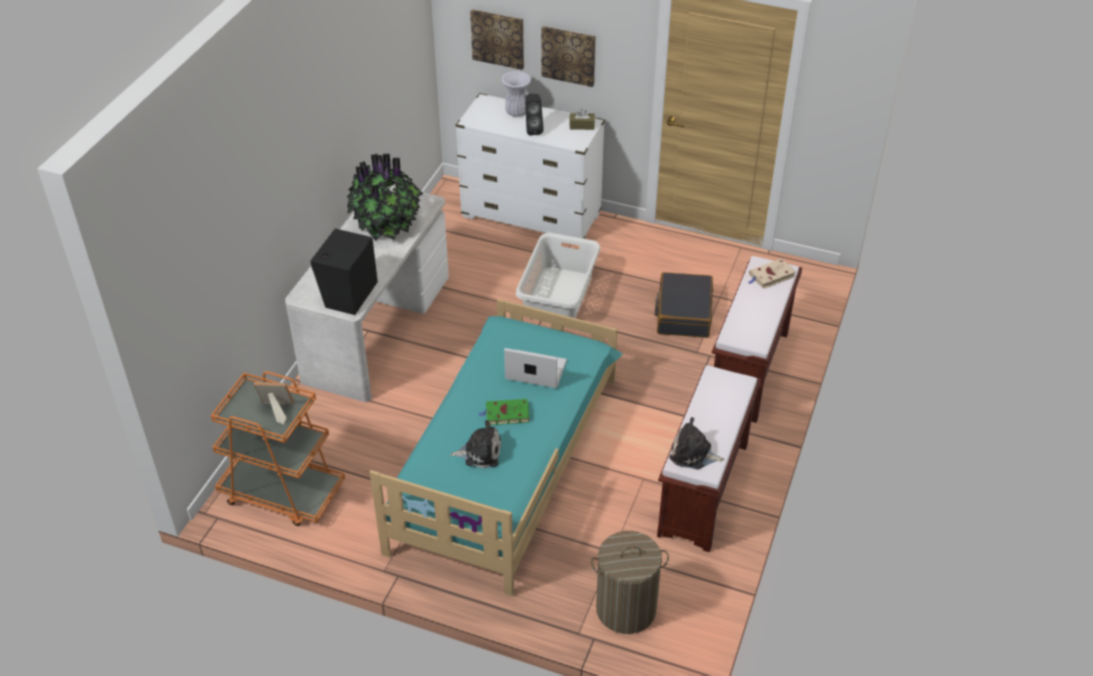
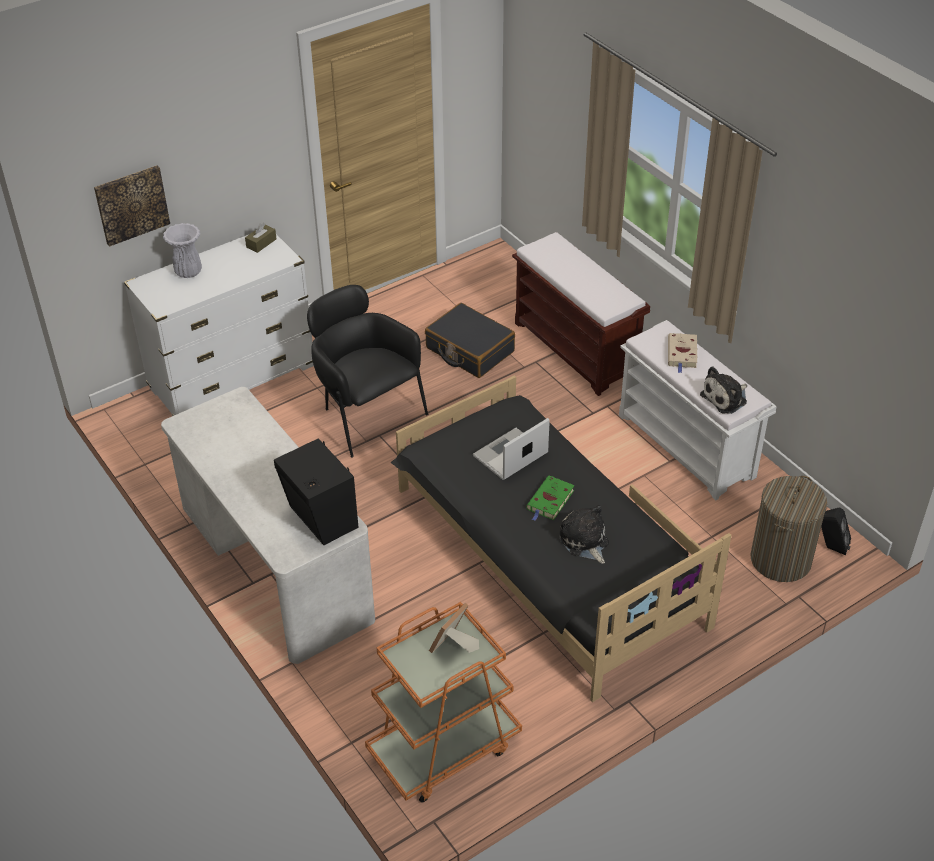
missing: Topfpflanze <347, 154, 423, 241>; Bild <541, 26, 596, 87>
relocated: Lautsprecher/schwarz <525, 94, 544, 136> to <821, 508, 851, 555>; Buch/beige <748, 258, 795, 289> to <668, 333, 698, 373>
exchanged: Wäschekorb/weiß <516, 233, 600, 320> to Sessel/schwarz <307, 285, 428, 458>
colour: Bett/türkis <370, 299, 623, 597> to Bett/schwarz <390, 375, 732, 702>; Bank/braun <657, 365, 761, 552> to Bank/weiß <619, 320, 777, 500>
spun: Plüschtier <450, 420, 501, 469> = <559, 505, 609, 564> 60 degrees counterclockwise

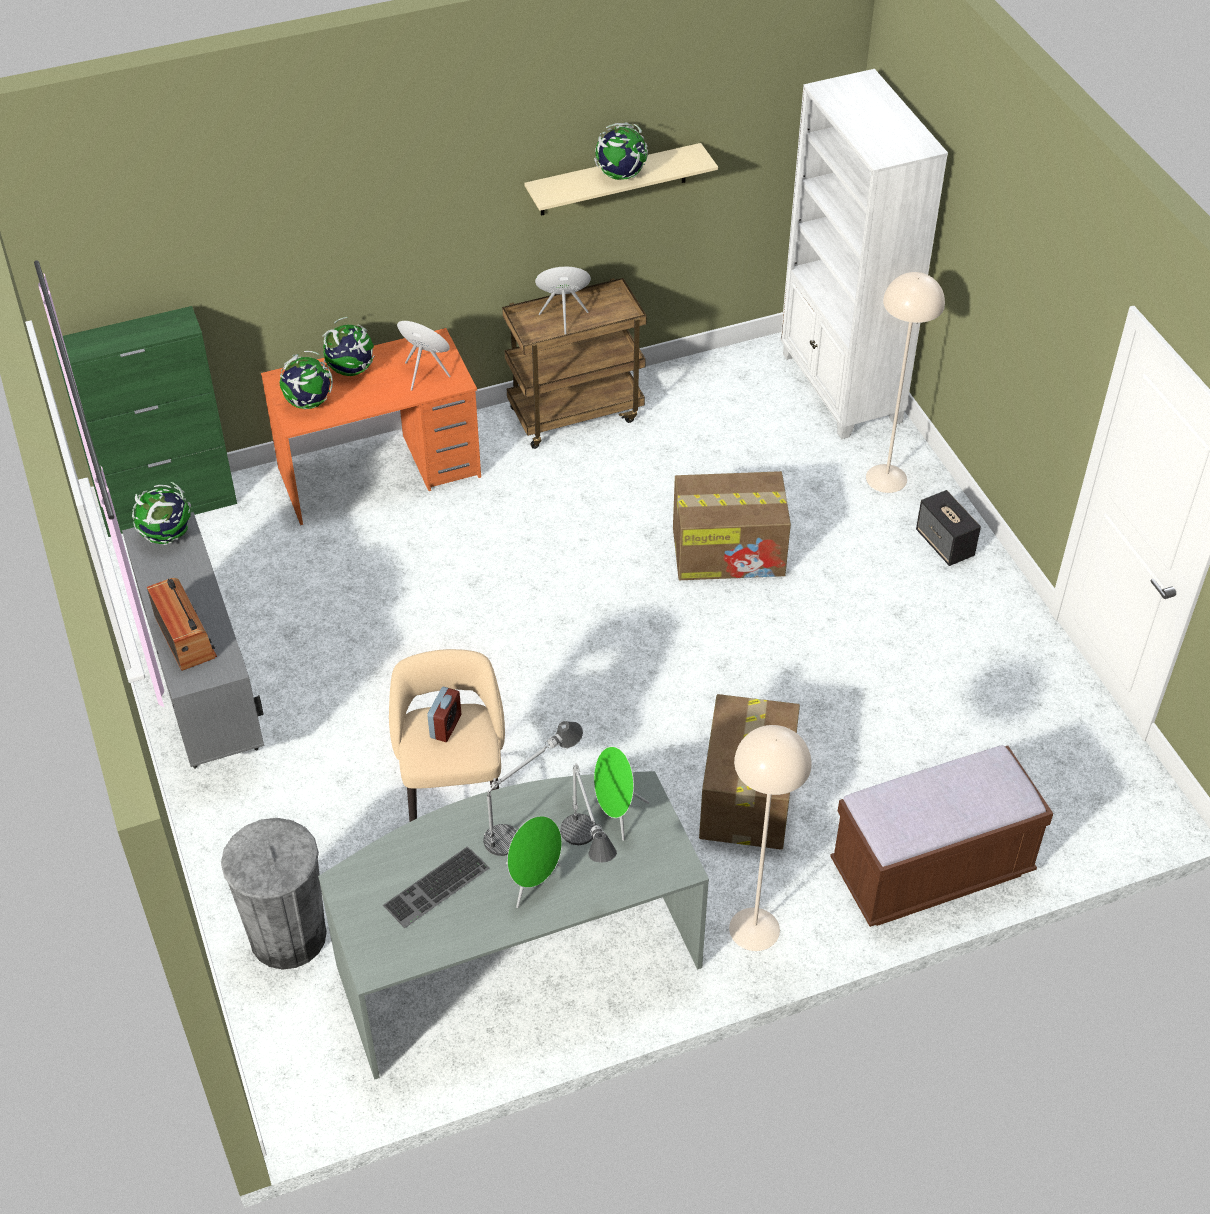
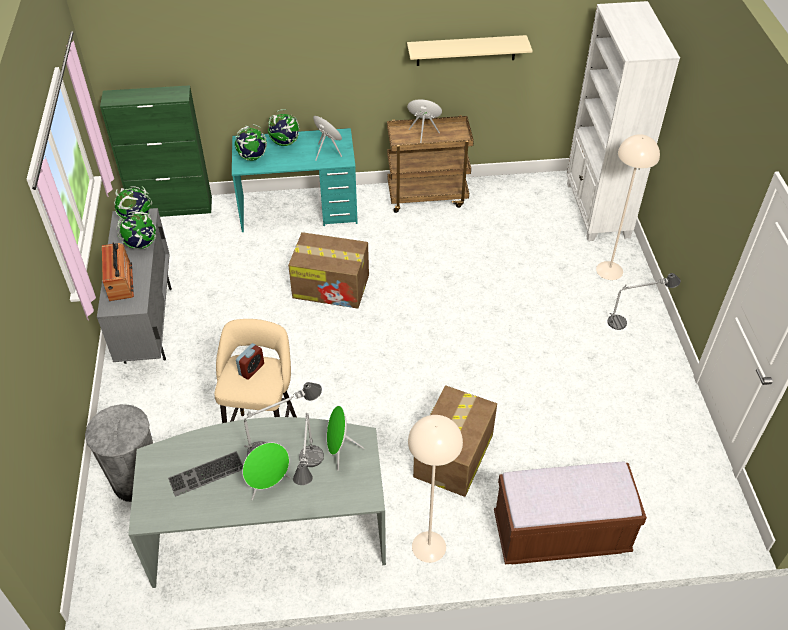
relocated: Globus <594, 122, 648, 180> to <116, 211, 157, 249>; Karton <673, 471, 791, 580> to <288, 232, 369, 309>
exchanged: Lautsprecher <916, 490, 981, 566> to Tischlampe <608, 273, 681, 330>
colour: Schreibtisch/orange <261, 328, 481, 525> to Schreibtisch/türkis <232, 128, 358, 232>

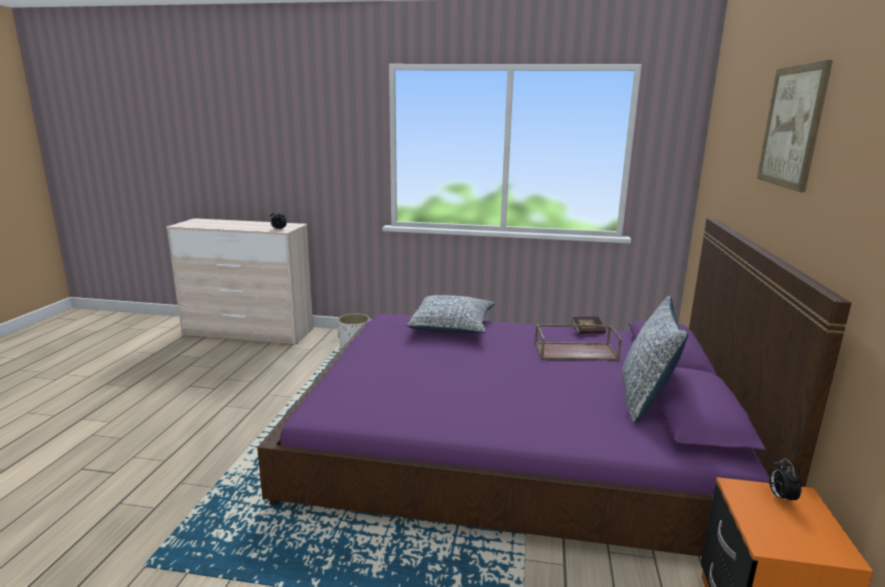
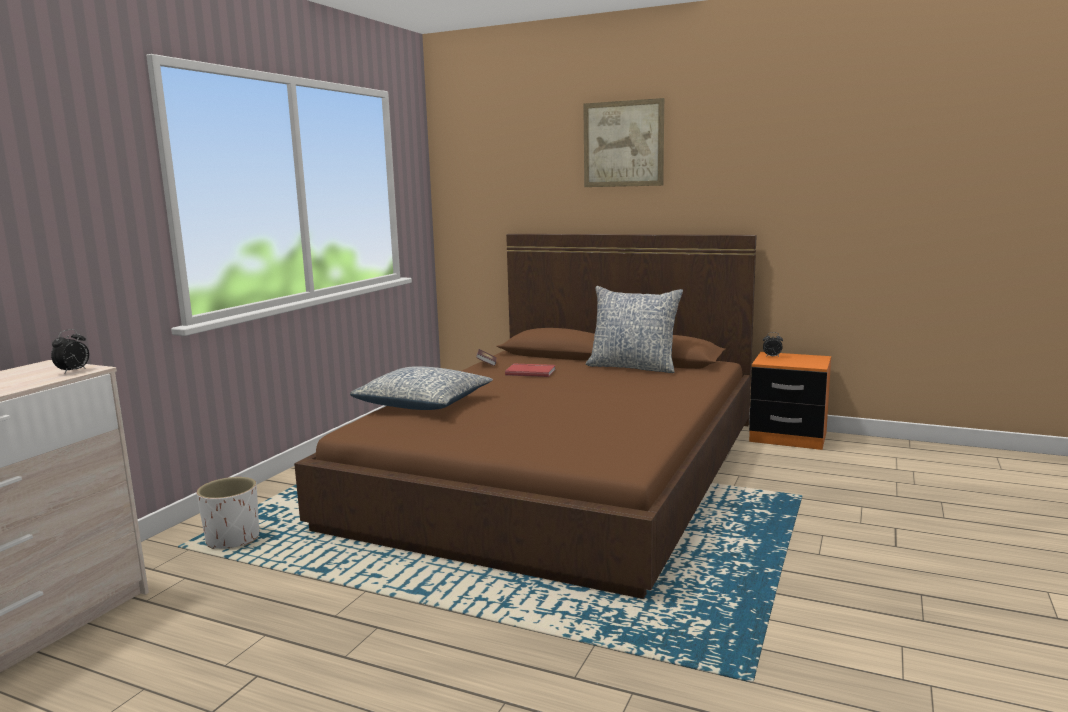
exchanged: Tablett/braun <535, 324, 622, 360> to Buch/rot <505, 364, 556, 377>
colour: Bett/lila <257, 218, 851, 557> to Bett/braun <294, 234, 757, 599>

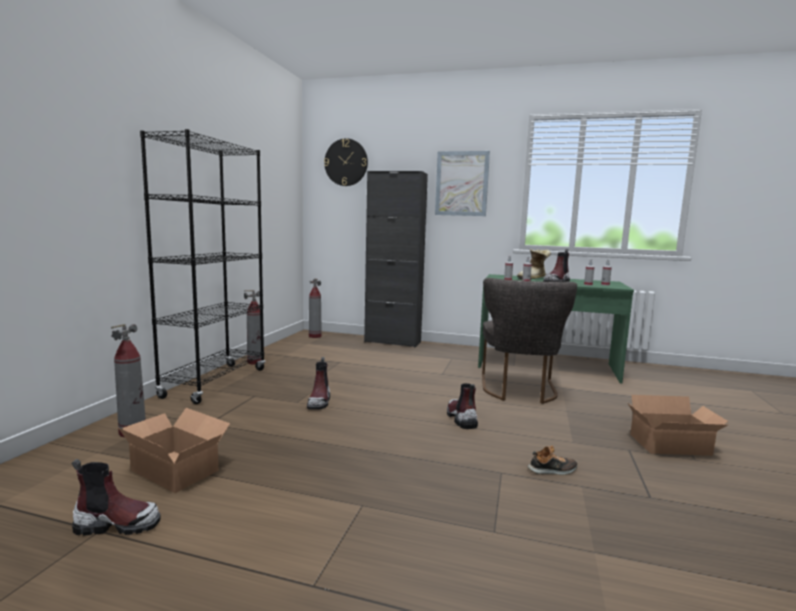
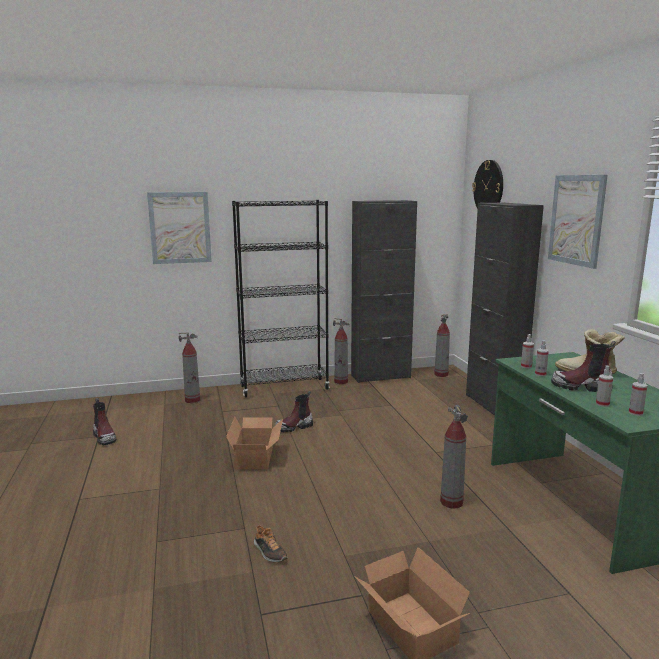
missing: Stiefel <447, 383, 478, 429>
appeared: Bild <147, 192, 212, 264>; Schrank/schwarz <351, 200, 417, 383>
relocated: Karton <118, 408, 230, 493> to <226, 417, 283, 469>
exchanged: Stuhl/grau <482, 278, 577, 404> to Feuerlöscher <440, 405, 468, 509>

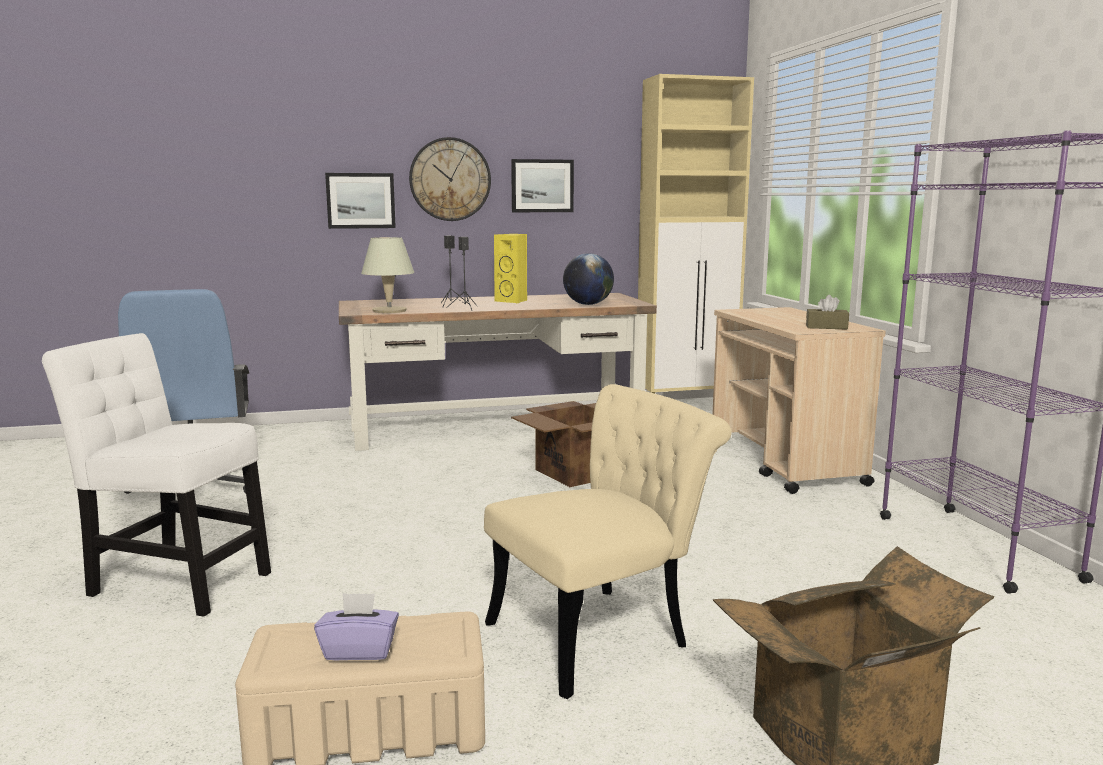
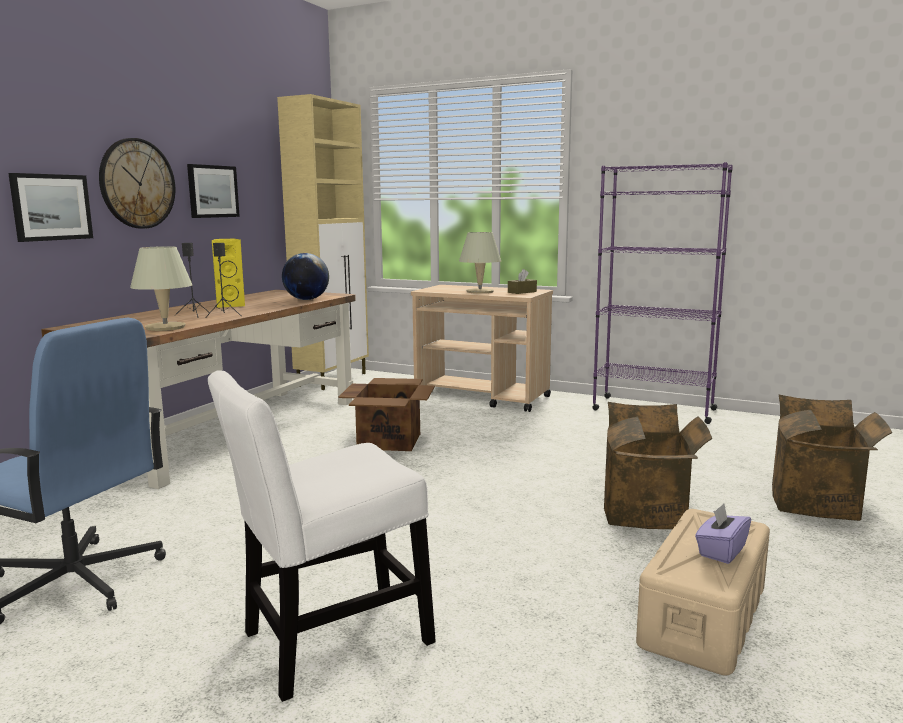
appeared: Tischlampe/beige <459, 232, 501, 294>
exchanged: Stuhl/beige <484, 384, 732, 699> to Karton <604, 402, 712, 529>

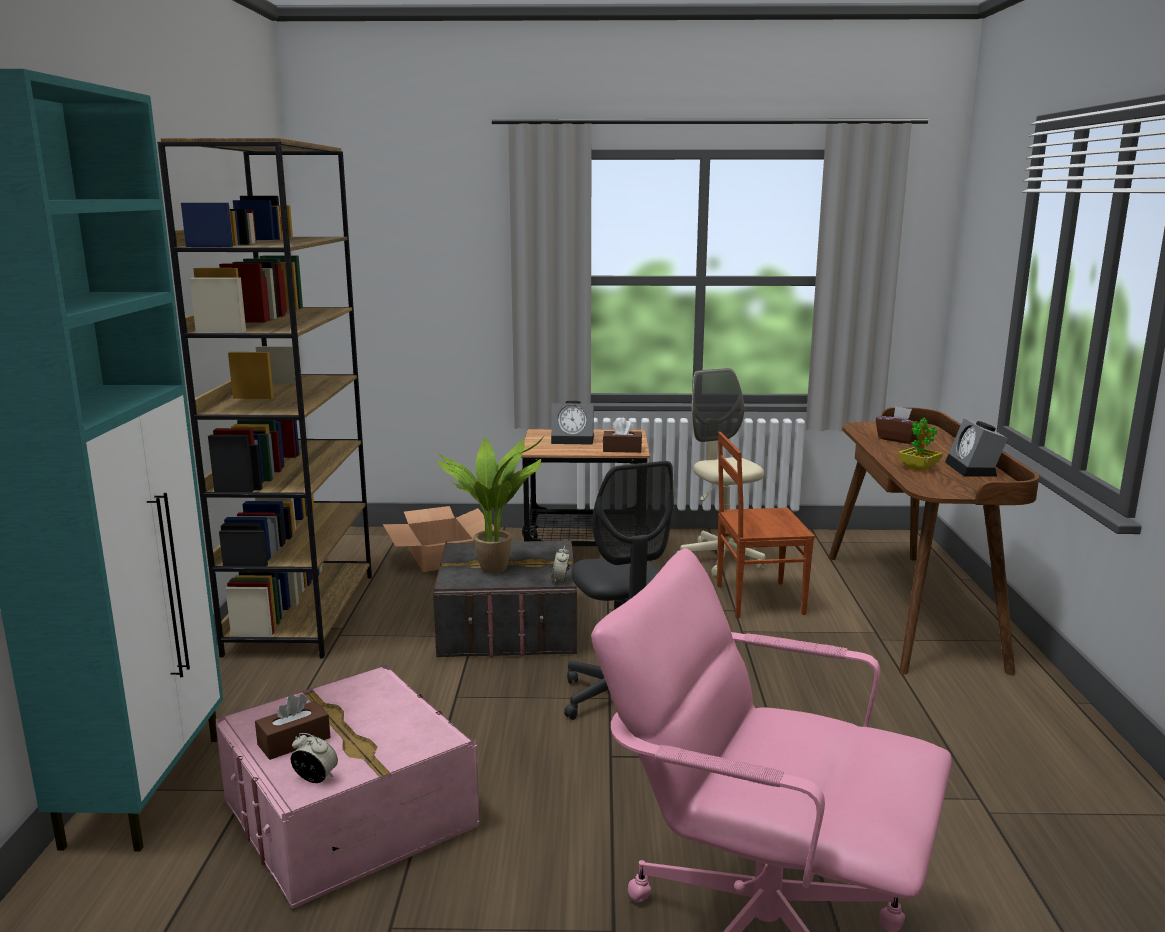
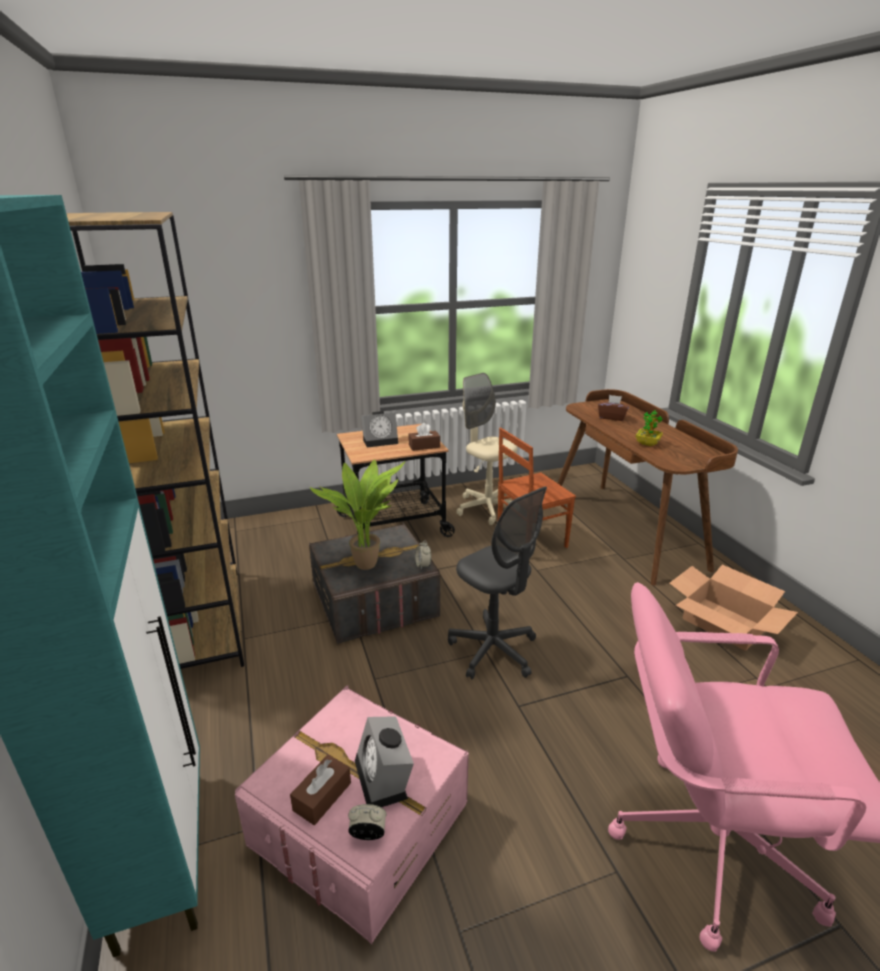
relocated: Karton <383, 506, 494, 572> to <669, 565, 798, 651>; Wecker <945, 418, 1008, 477> to <355, 716, 414, 807>

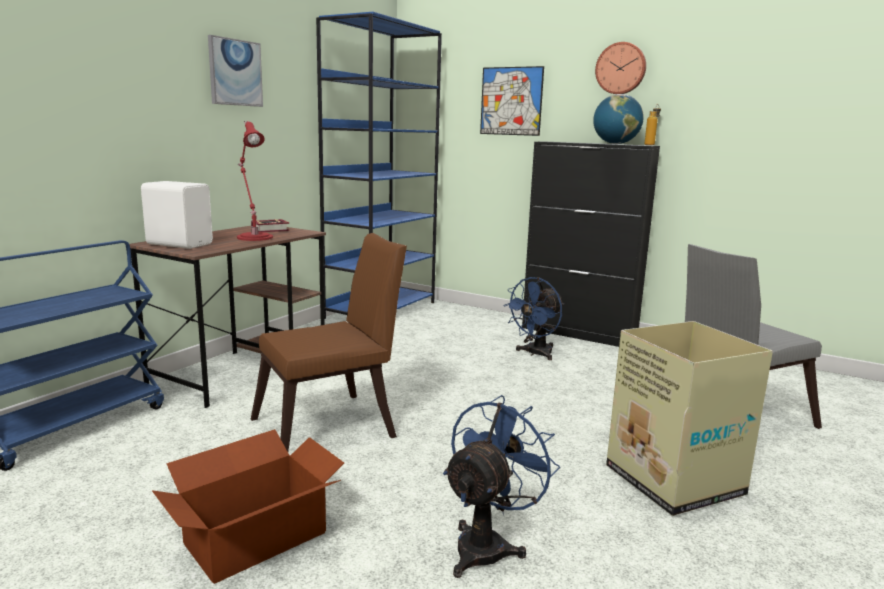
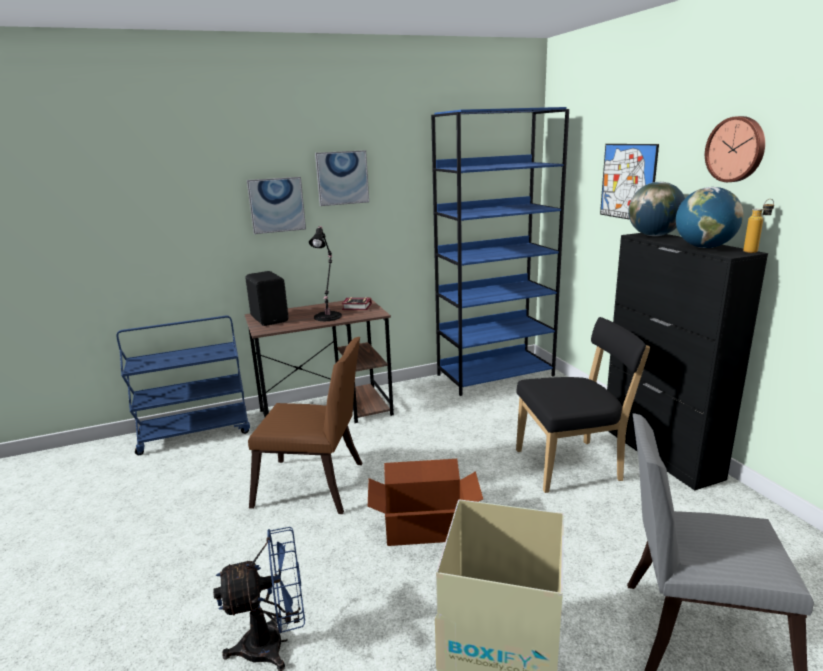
appeared: Bild <247, 177, 306, 234>; Globus <628, 182, 685, 236>
relocated: Karton <152, 429, 344, 584> to <368, 459, 483, 546>
exchanged: Ventilator/blau <503, 277, 564, 360> to Stuhl/schwarz <516, 317, 650, 493>
colour: Lautsprecher/weiß <141, 181, 213, 249> to Lautsprecher/schwarz <245, 271, 289, 326>; Tischlampe/rot <237, 121, 273, 241> to Tischlampe/schwarz <309, 226, 342, 321>

